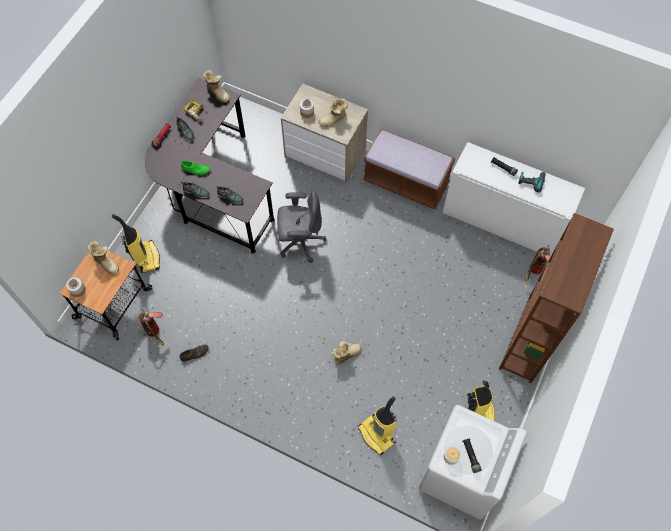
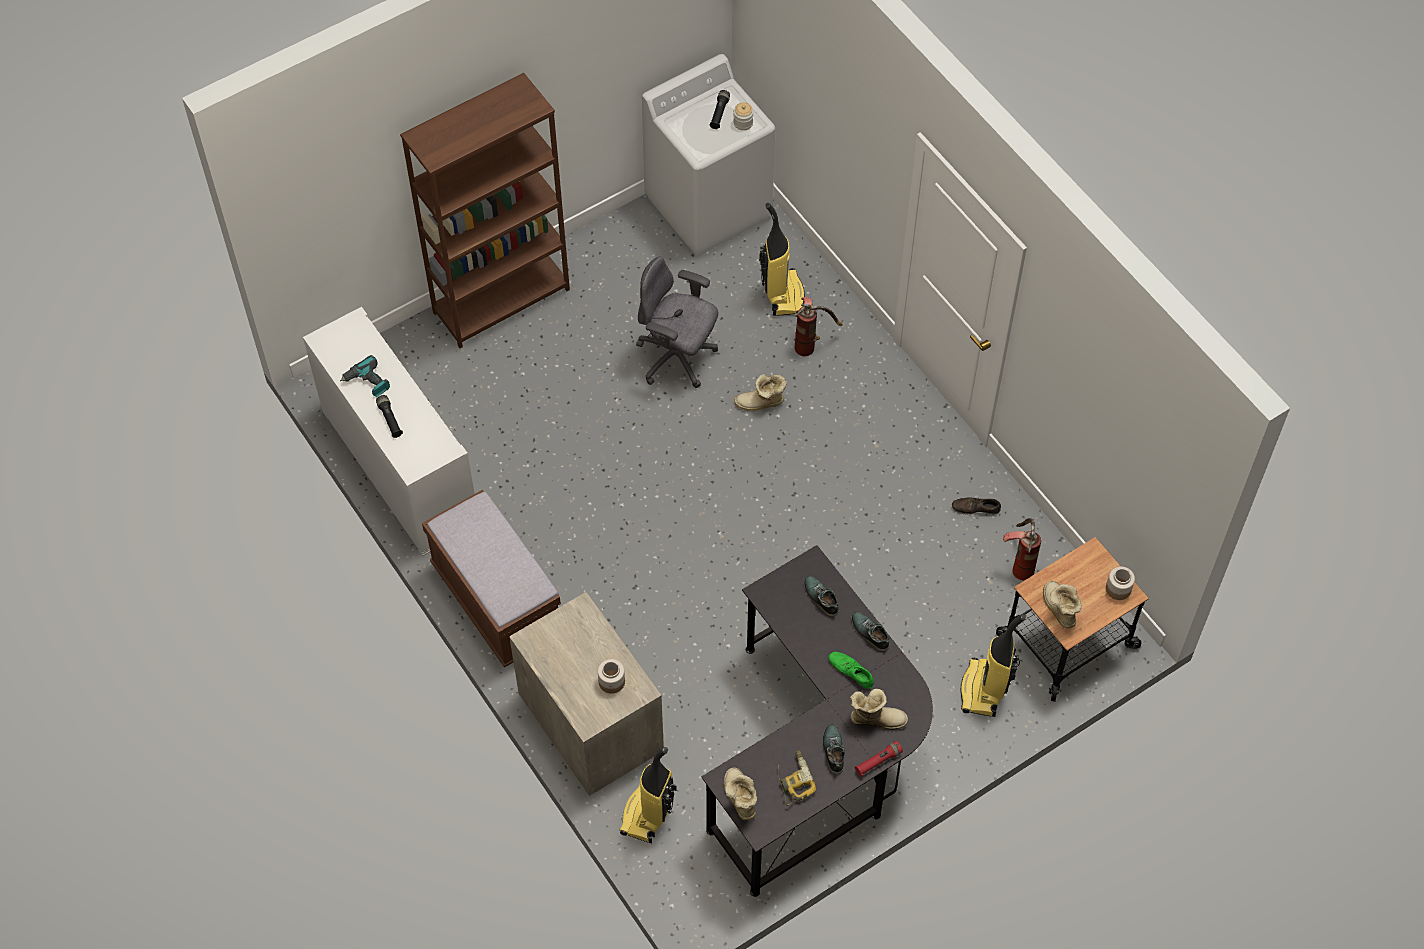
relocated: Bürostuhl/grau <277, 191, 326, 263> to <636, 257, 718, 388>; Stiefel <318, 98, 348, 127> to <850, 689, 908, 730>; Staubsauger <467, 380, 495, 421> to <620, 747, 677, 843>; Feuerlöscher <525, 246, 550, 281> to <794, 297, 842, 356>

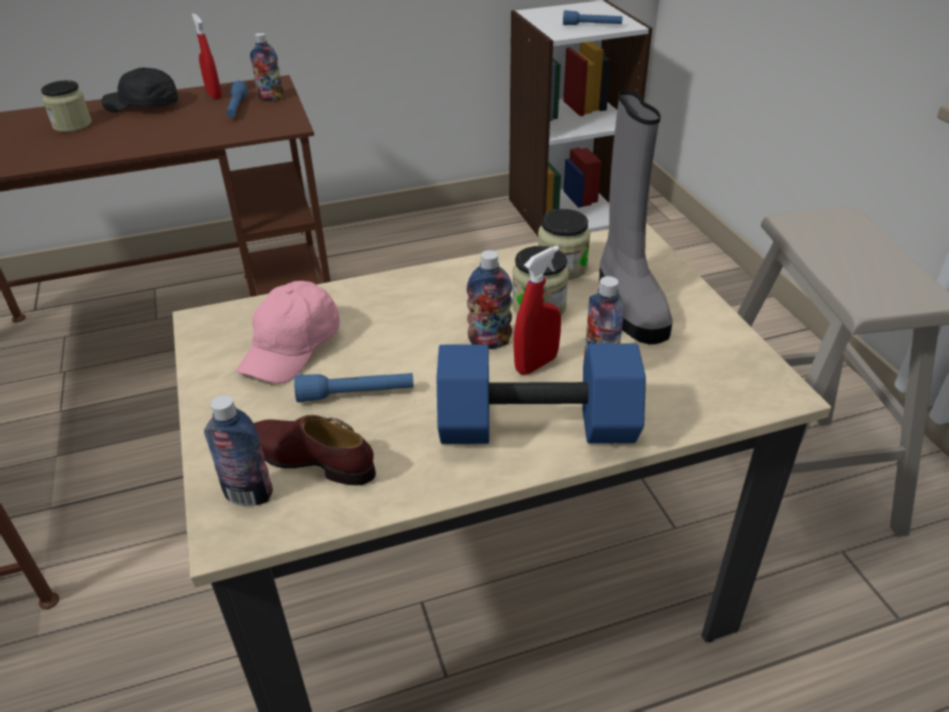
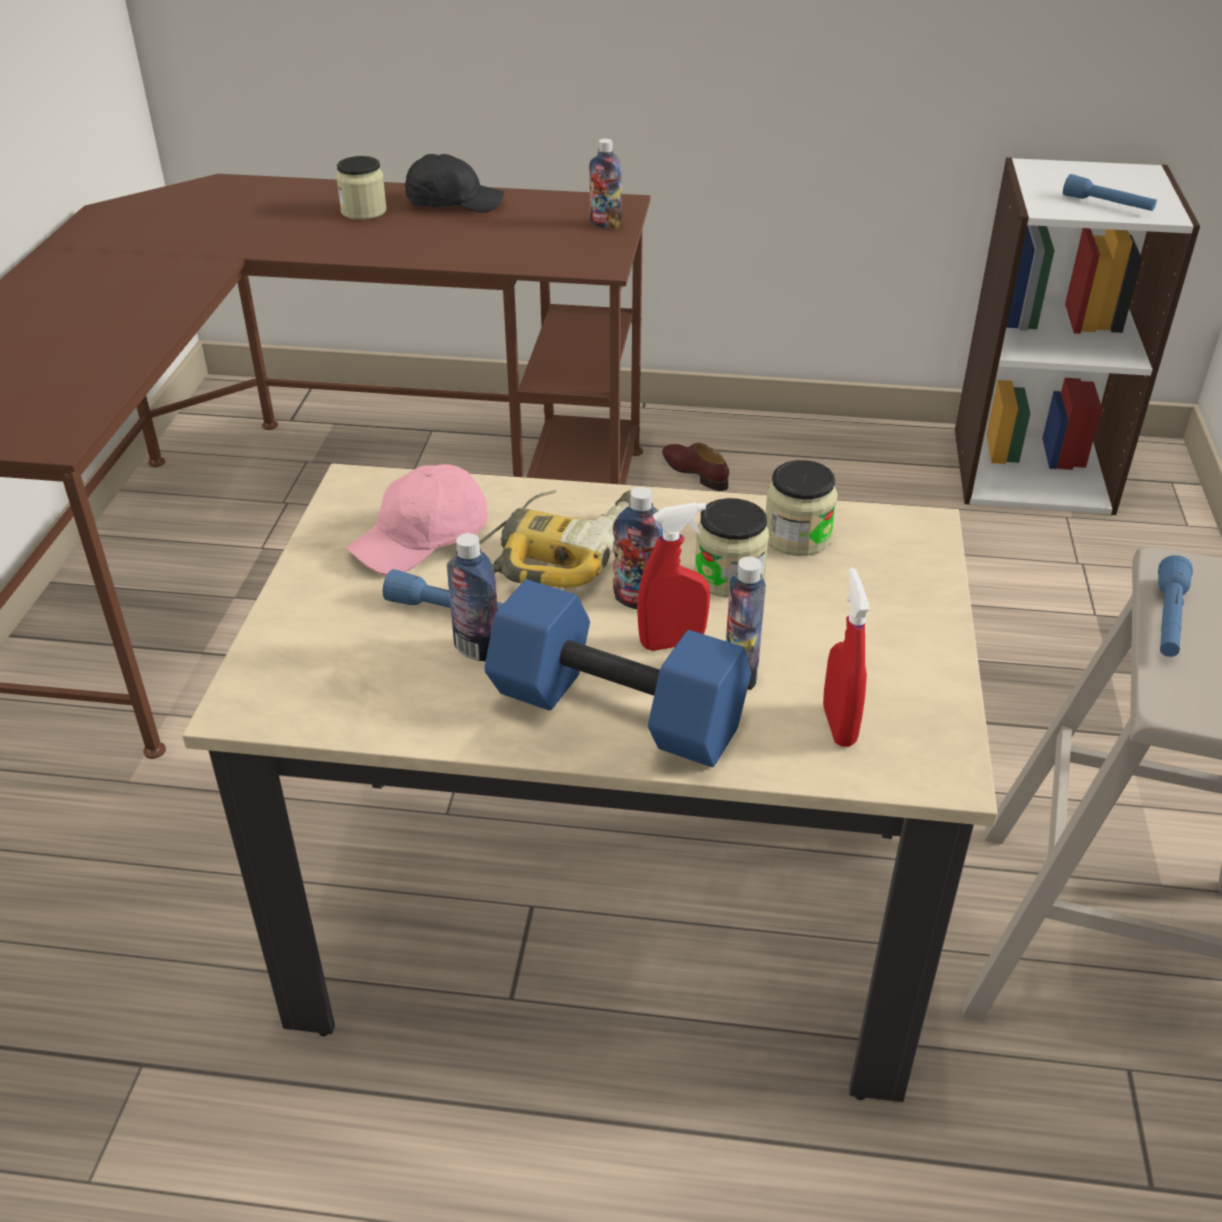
missing: Stiefel/grau <599, 90, 673, 345>
appeared: Bohrmaschine <479, 490, 631, 588>
relocated: Sprühflasche/rot <192, 13, 222, 99> to <823, 568, 870, 747>; Flasche <204, 395, 273, 506> to <447, 533, 498, 661>; Taschenlampe/blau <226, 81, 248, 118> to <1158, 555, 1193, 657>; Schuh/braun <254, 415, 376, 485> to <662, 442, 729, 491>
spun: Kappe/schwarz <101, 67, 178, 112> = <405, 154, 504, 213> 150 degrees clockwise

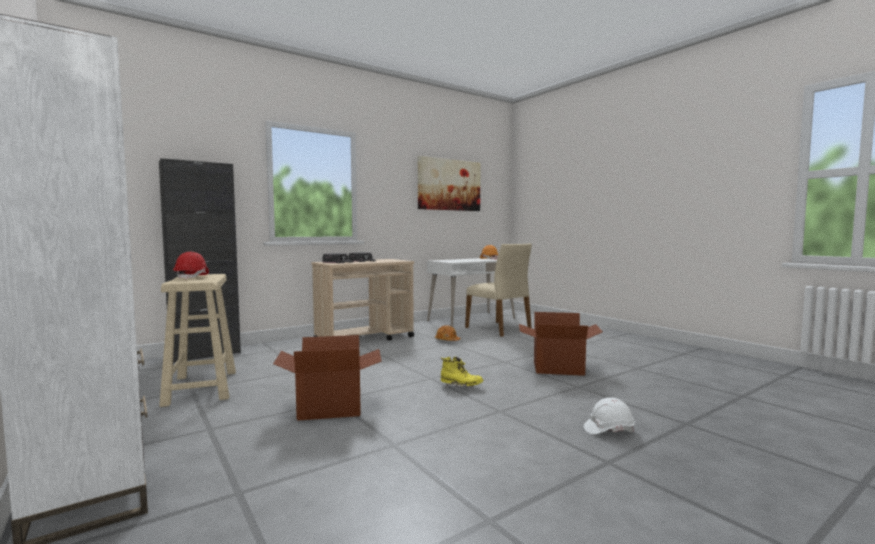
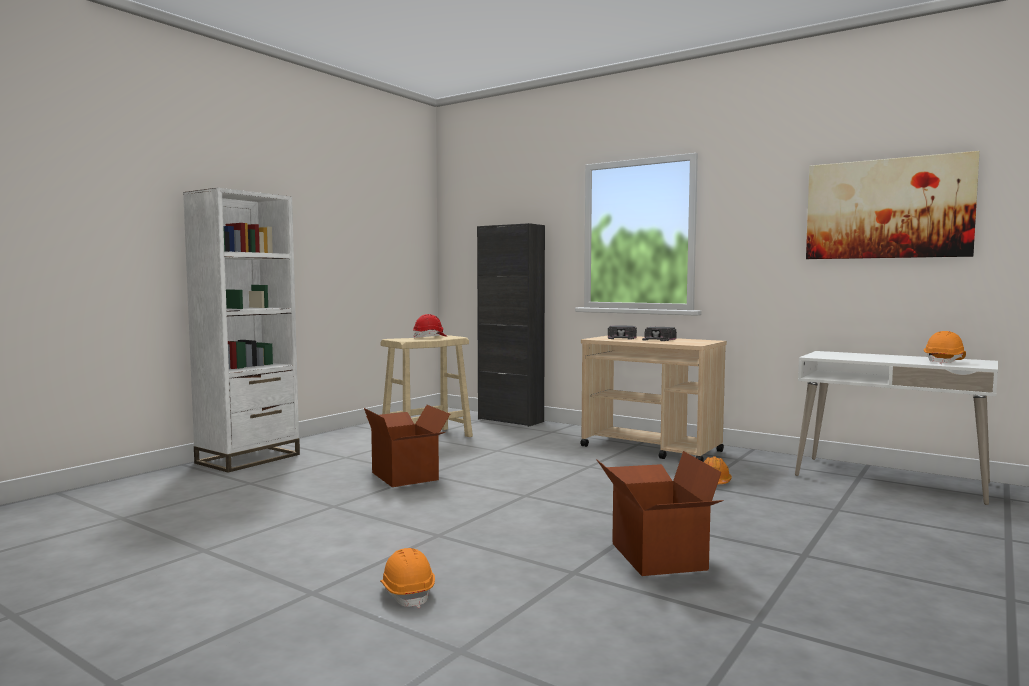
missing: Stiefel/gelb <441, 357, 483, 388>; Stuhl/beige <465, 243, 532, 337>
colour: Schutzhelm/weiß <584, 397, 635, 434> to Schutzhelm/orange <380, 548, 435, 608>

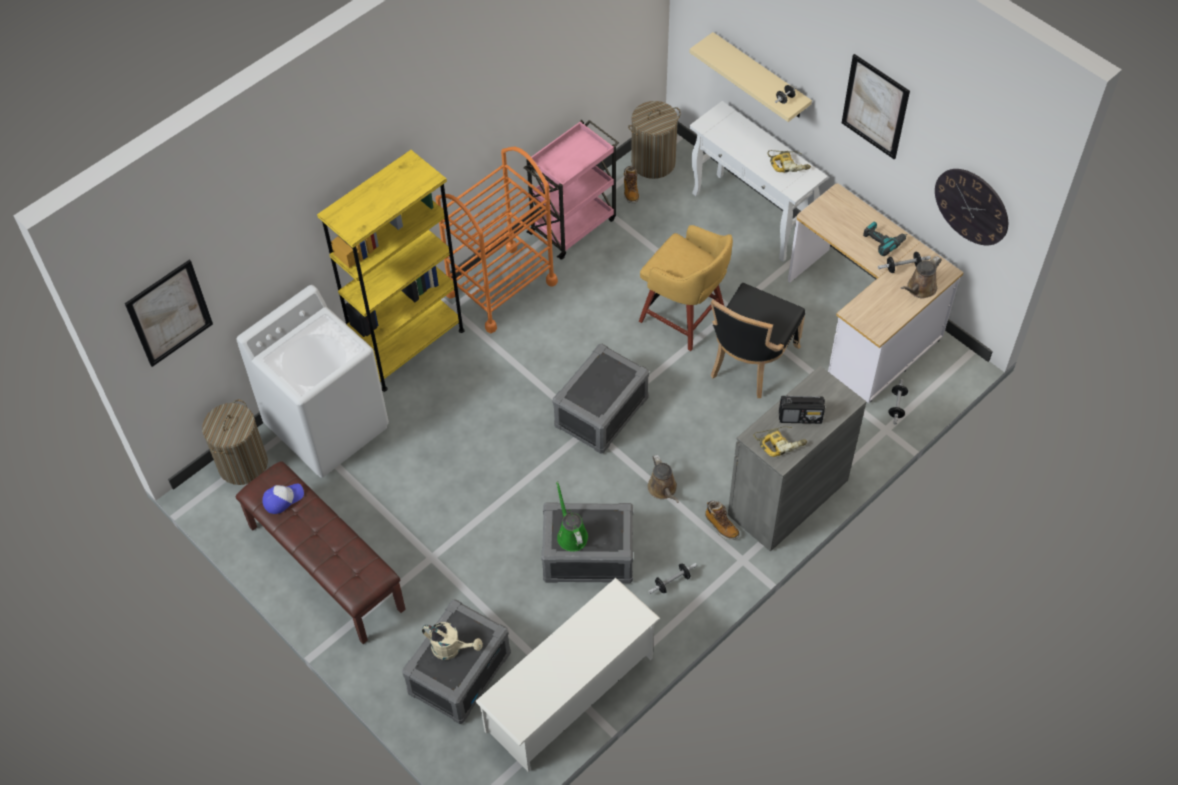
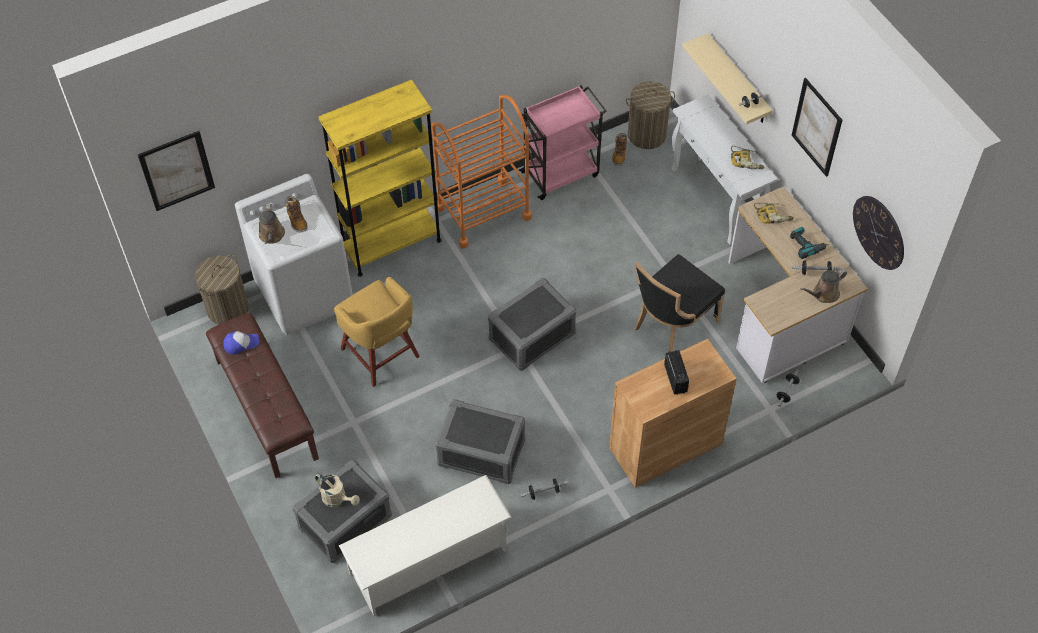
missing: Gießkanne/grün <556, 481, 588, 552>
relocated: Hocker/gelb <639, 225, 733, 351> to <334, 277, 420, 387>; Gießkanne/braun <648, 454, 679, 503> to <259, 203, 285, 244>; Stiefel <705, 501, 739, 540> to <286, 196, 308, 232>; Bohrmaschine <753, 426, 807, 457> to <754, 203, 794, 224>
colour: Schrank/grau <728, 366, 866, 552> to Schrank/braun <609, 339, 737, 488>
spun: Radio <779, 395, 825, 424> = <664, 350, 689, 395> 120 degrees counterclockwise

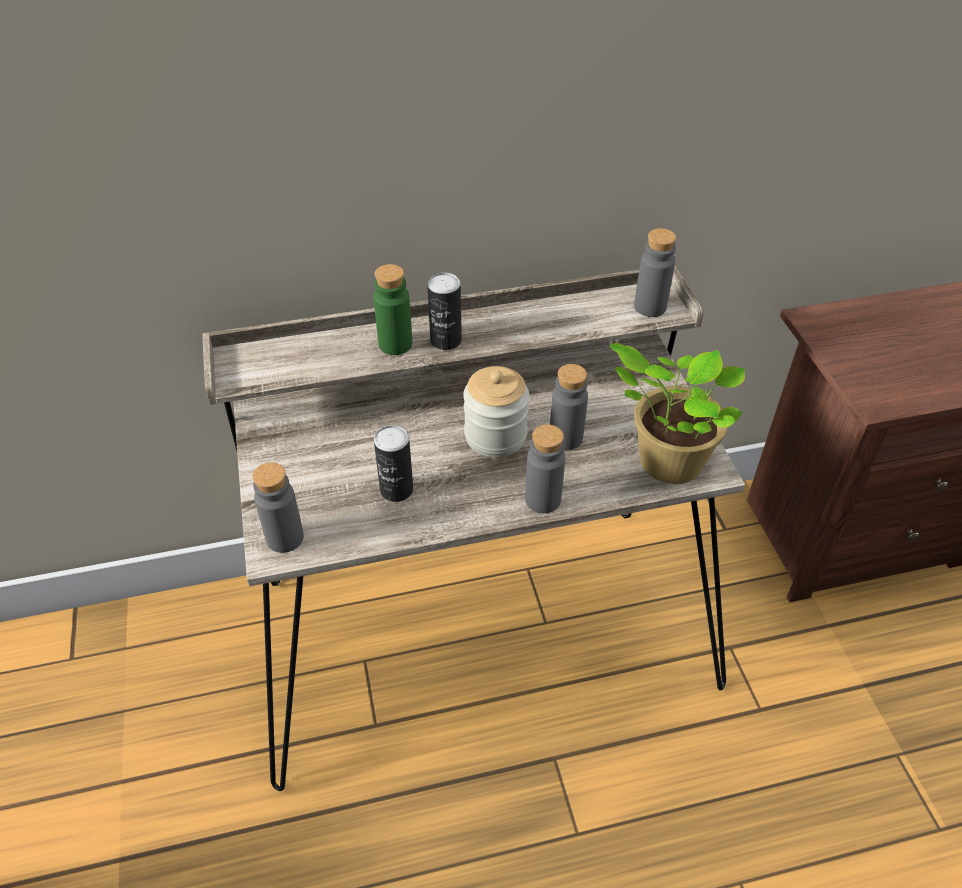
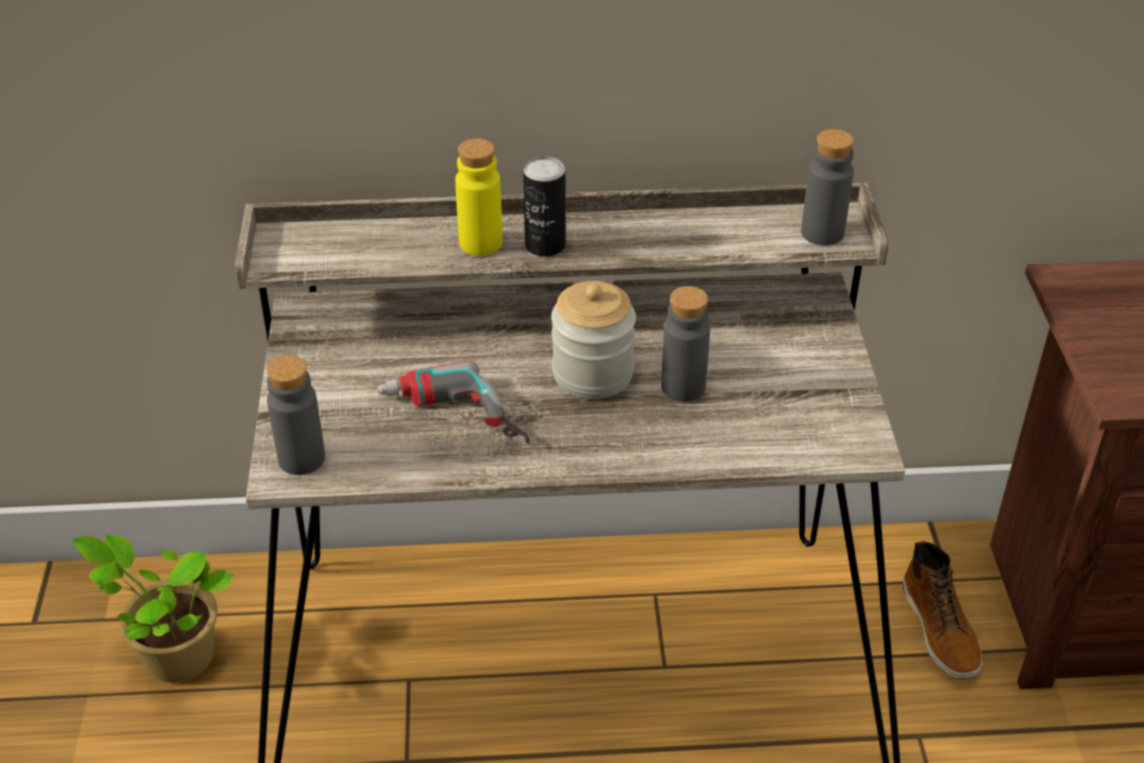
missing: Flasche/grau <525, 424, 565, 513>
appeared: Stiefel <903, 540, 982, 679>
relocated: Topfpflanze <610, 343, 745, 484> to <72, 535, 234, 683>
exchanged: Dose <374, 425, 413, 502> to Bohrmaschine <377, 361, 529, 443>
colour: Flasche/grün <374, 264, 412, 355> to Flasche/gelb <455, 139, 502, 256>

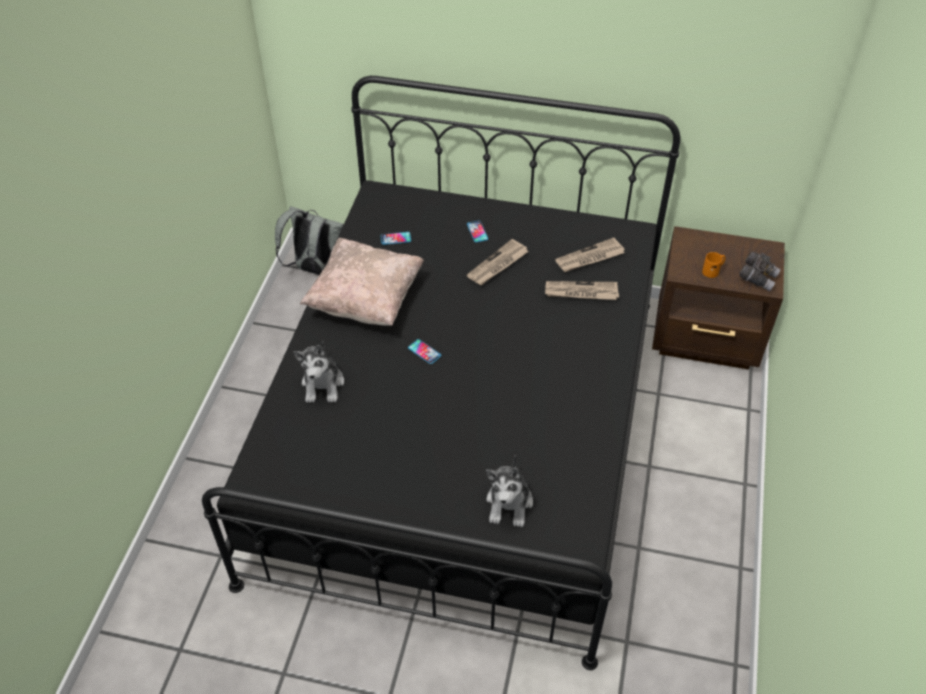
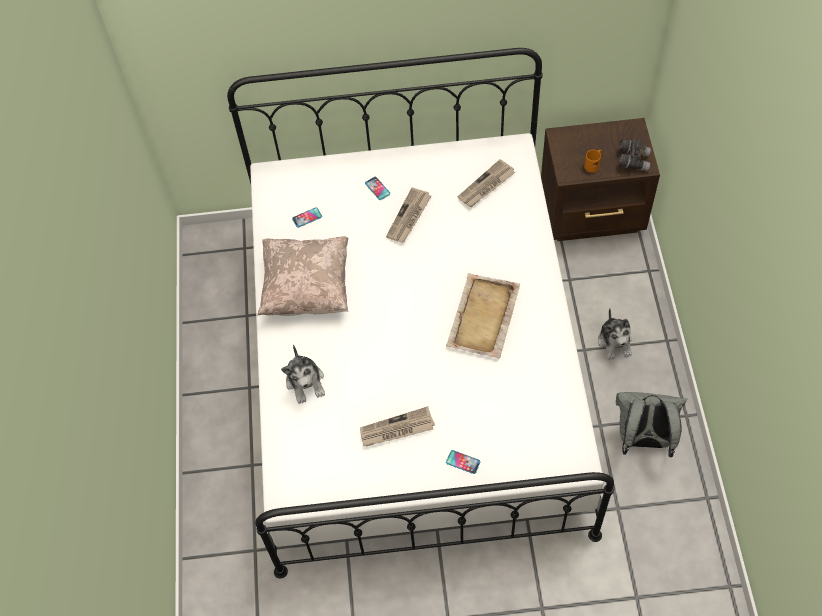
appeared: Tablett/beige <446, 273, 520, 358>
relocated: Rucksack/grau <275, 206, 344, 275> to <616, 392, 687, 457>; Handy <408, 339, 441, 364> to <446, 450, 480, 474>; Plüschtier <486, 455, 533, 527> to <598, 308, 632, 360>; Zeitung <545, 281, 619, 300> to <360, 406, 435, 447>
colour: Bett/schwarz <202, 76, 680, 670> to Bett/weiß <227, 48, 614, 578>

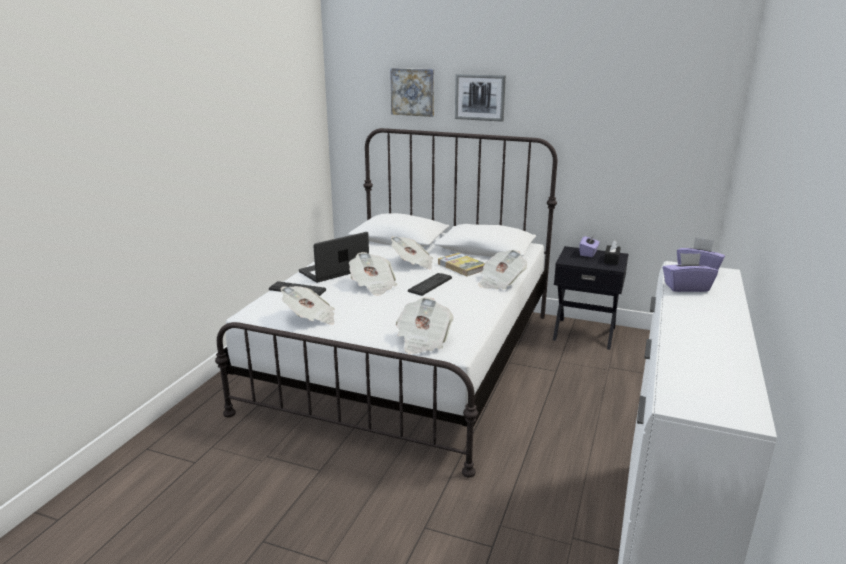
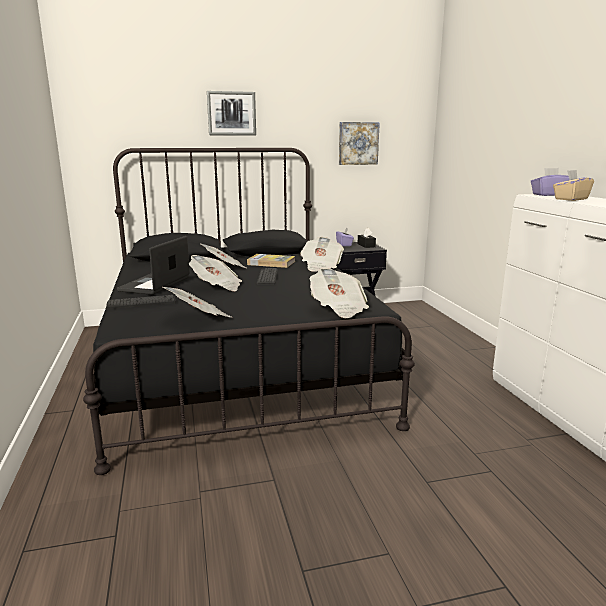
relocated: Bild <390, 68, 434, 117> to <339, 122, 380, 165>
colour: Bett/weiß <215, 128, 557, 477> to Bett/schwarz <83, 148, 415, 475>; Taschentuchbox/lila <663, 253, 718, 292> to Taschentuchbox/beige <553, 170, 594, 201>

